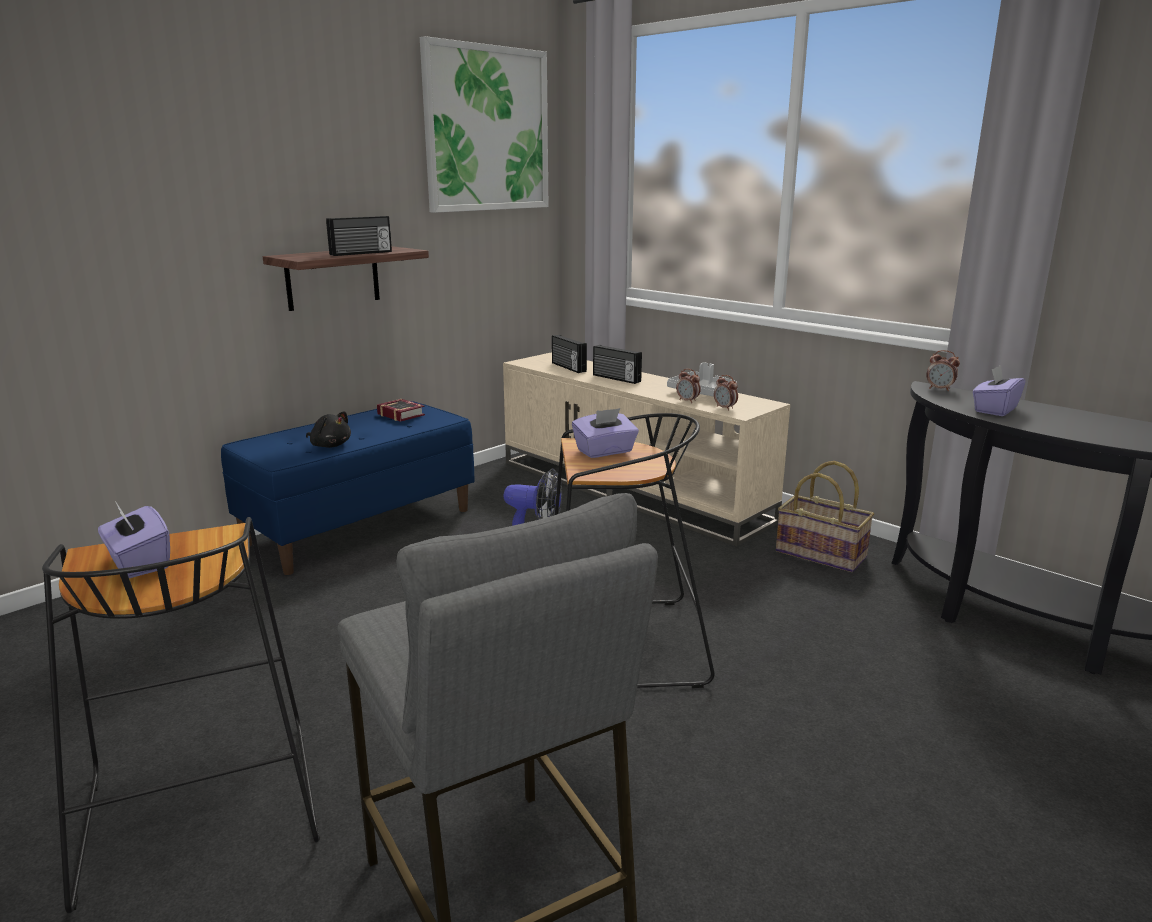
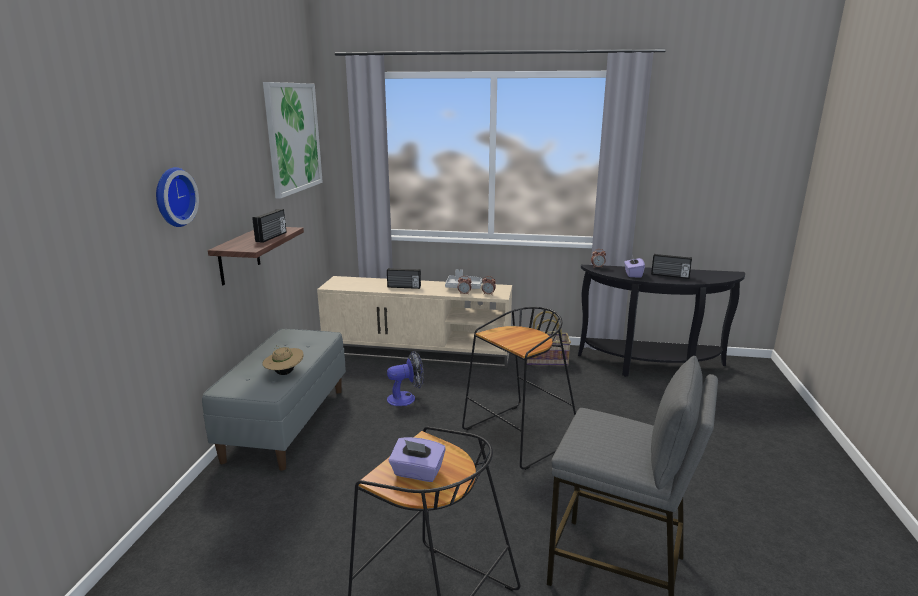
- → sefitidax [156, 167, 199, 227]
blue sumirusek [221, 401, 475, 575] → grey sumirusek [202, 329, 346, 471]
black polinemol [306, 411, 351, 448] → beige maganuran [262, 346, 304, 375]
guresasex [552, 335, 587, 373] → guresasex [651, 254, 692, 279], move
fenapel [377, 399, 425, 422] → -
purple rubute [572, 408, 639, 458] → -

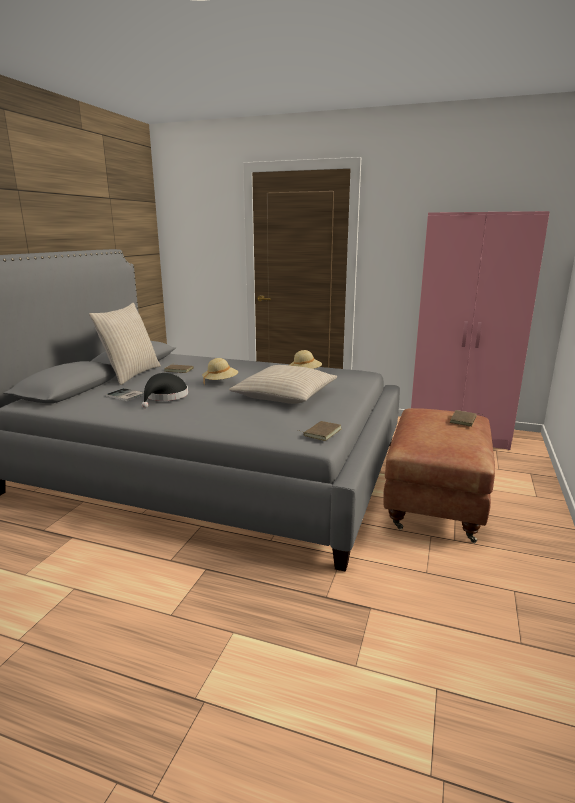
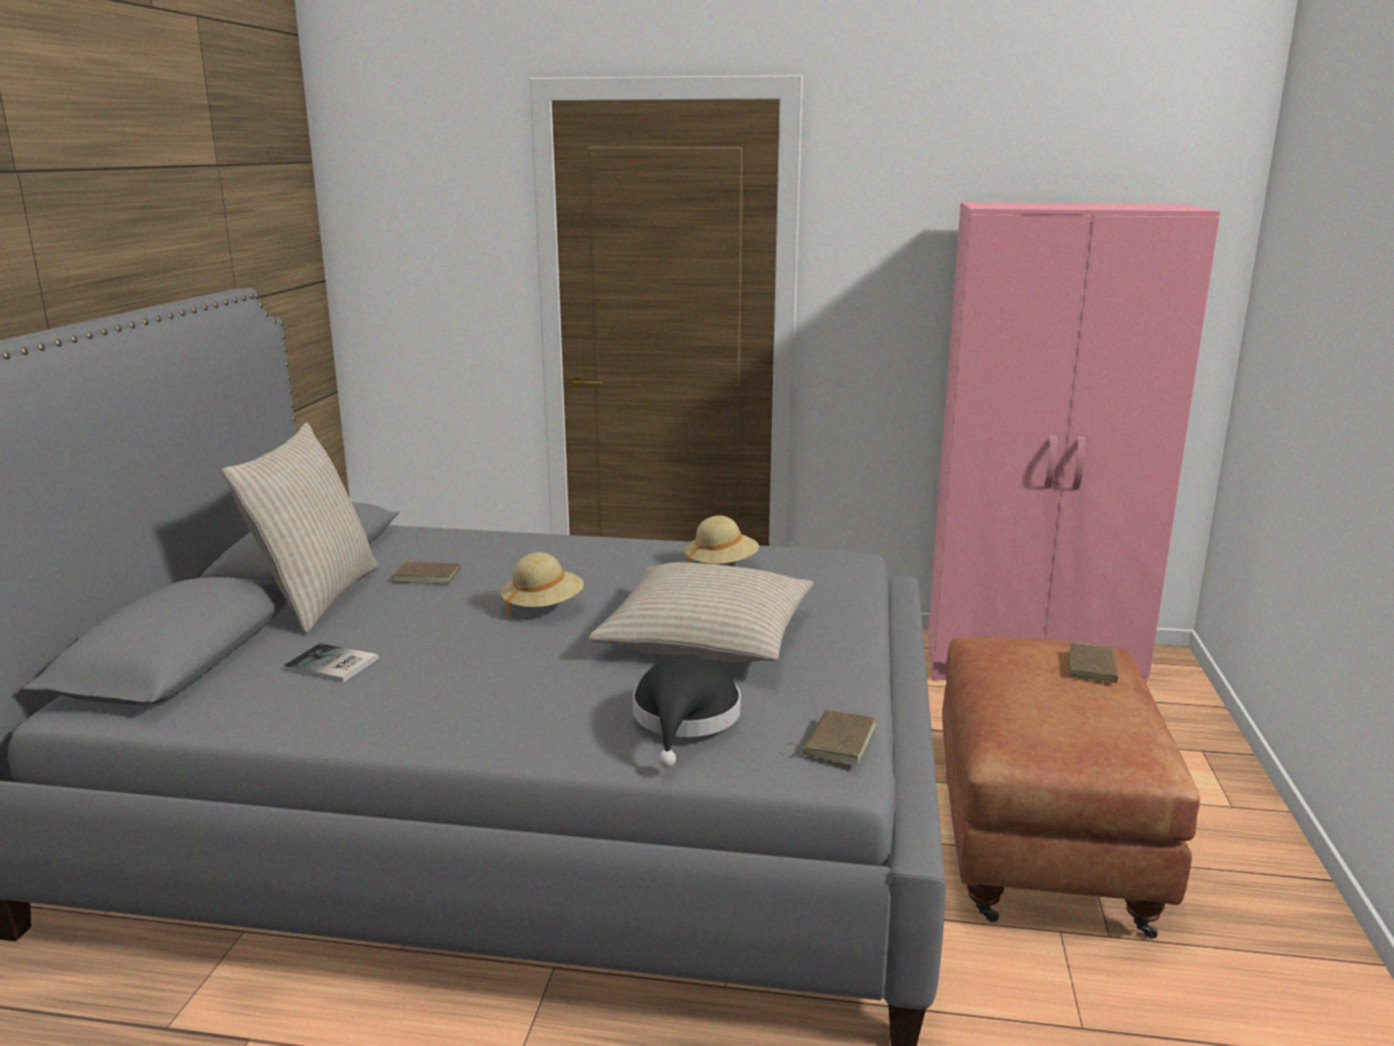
black maganuran [142, 373, 188, 408] → black maganuran [633, 655, 741, 768], move

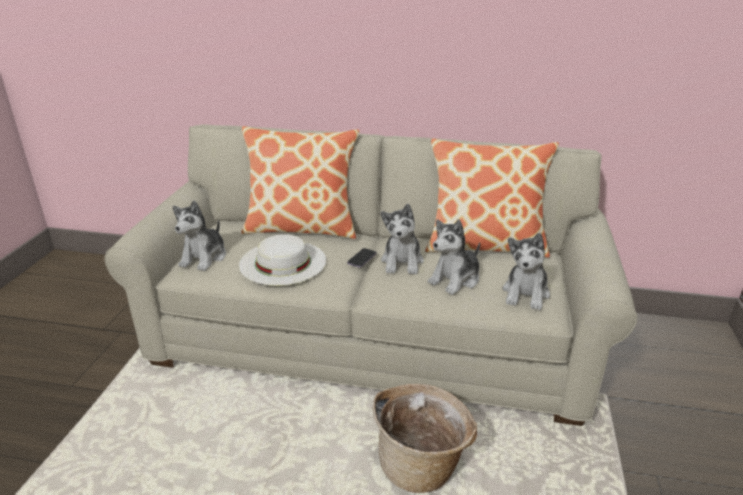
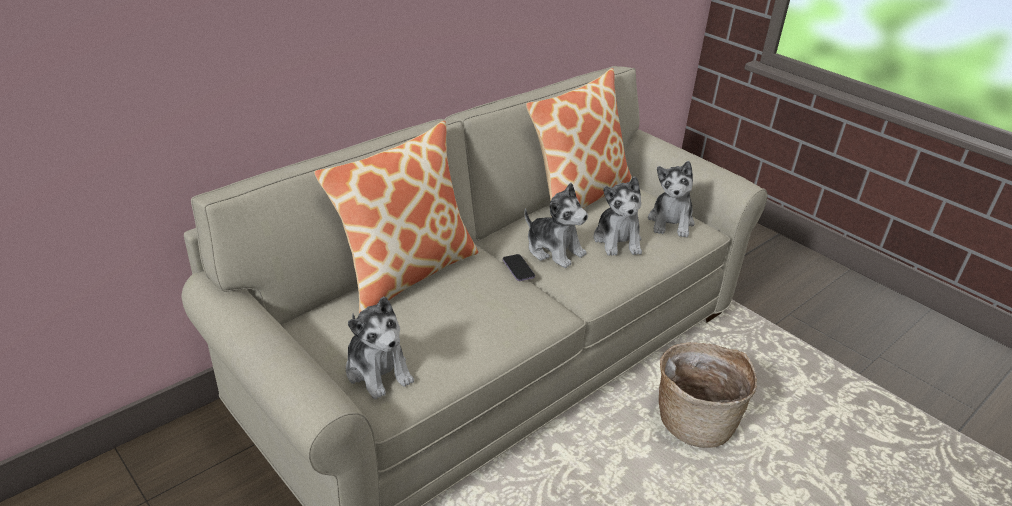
polinemol [503, 233, 550, 310] → polinemol [648, 161, 695, 238], 45 degrees clockwise
white maganuran [239, 234, 326, 286] → -

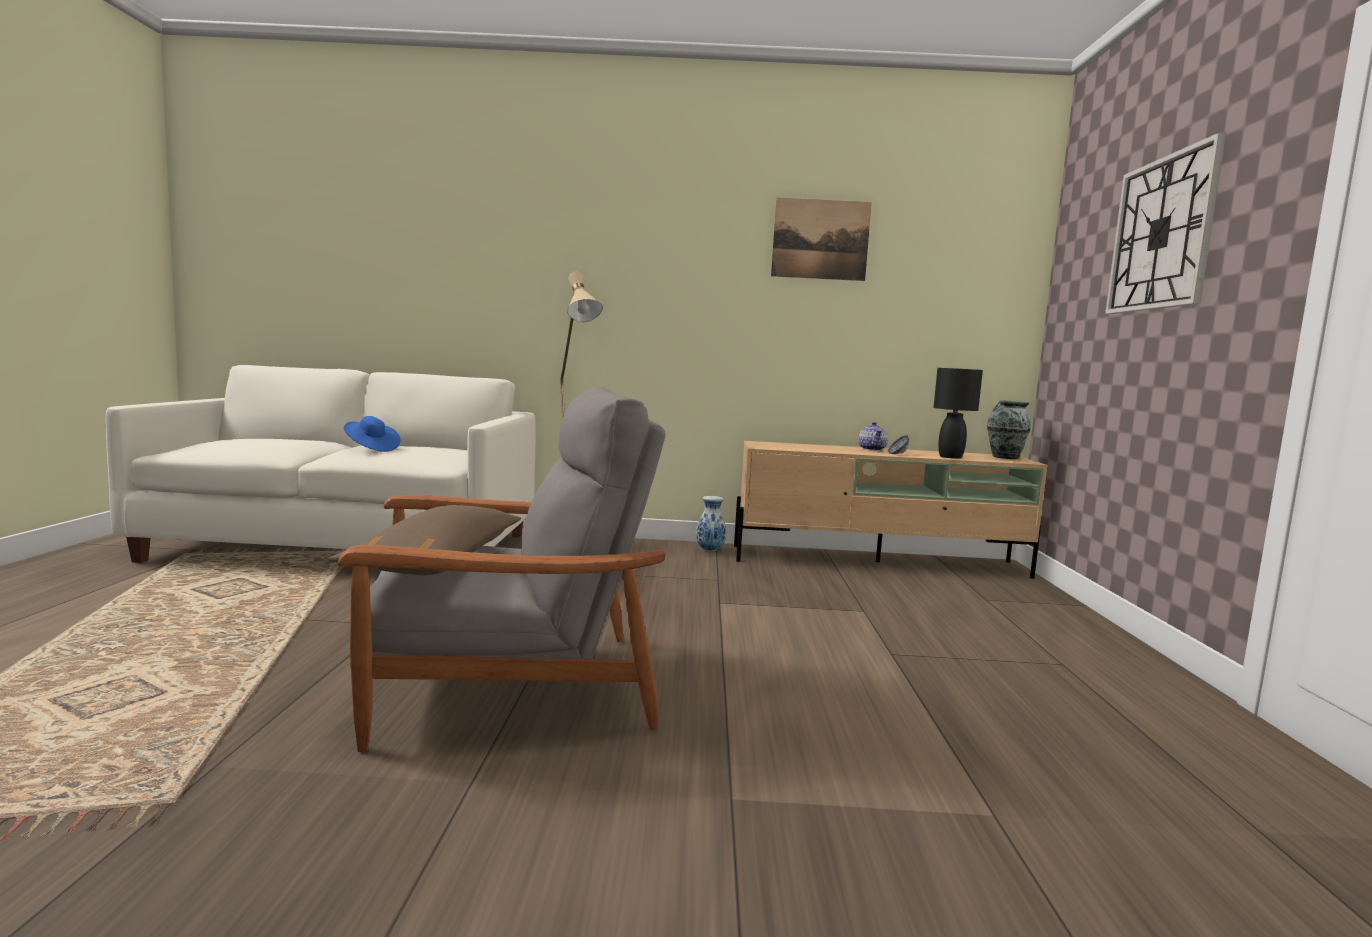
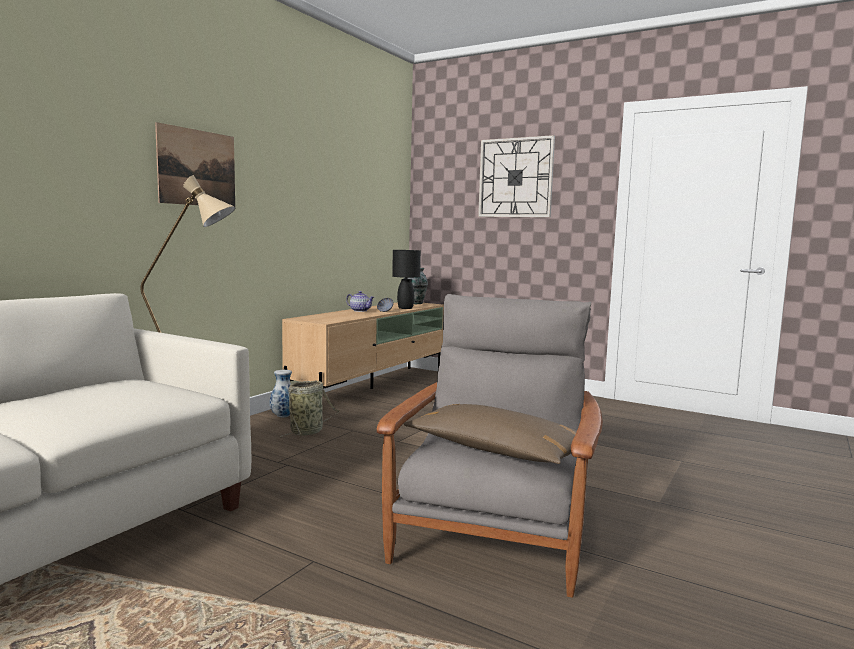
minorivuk [771, 198, 872, 281] → minorivuk [155, 122, 235, 206], move
- → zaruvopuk [280, 380, 340, 438]
blue maganuran [343, 416, 401, 452] → -

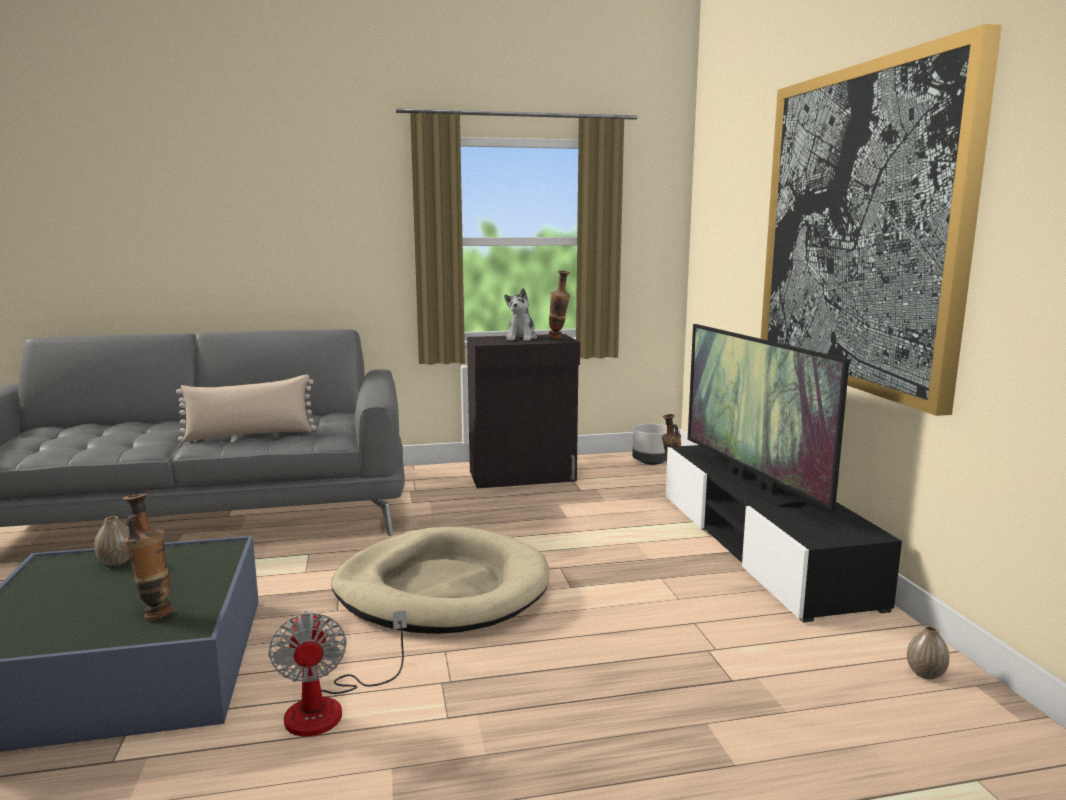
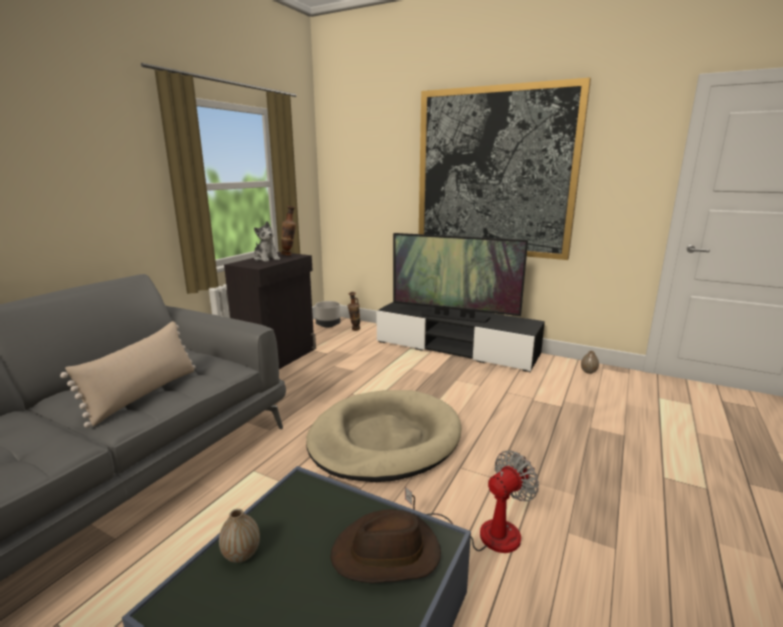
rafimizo [123, 493, 173, 620] → brown maganuran [330, 509, 441, 583]
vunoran [268, 610, 407, 736] → vunoran [405, 450, 539, 553], 60 degrees counterclockwise

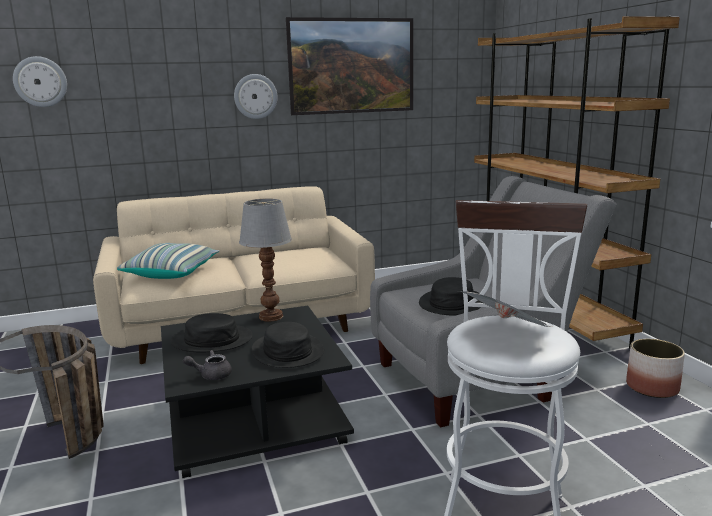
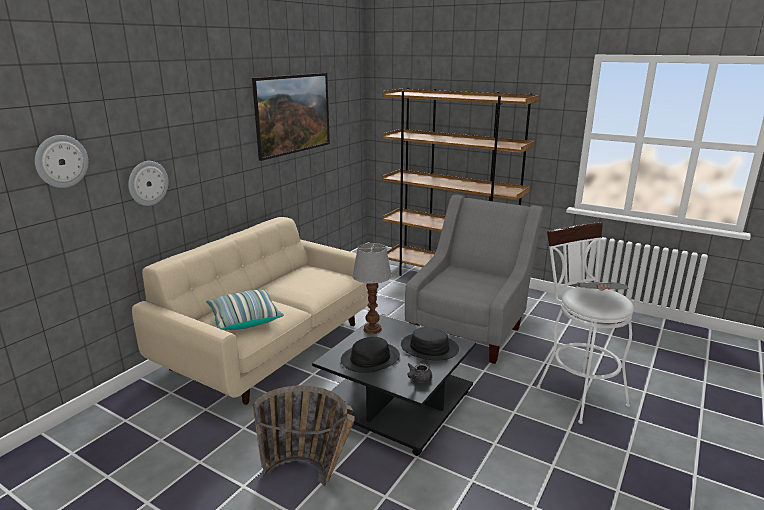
sefitidax [234, 74, 278, 119] → sefitidax [128, 161, 168, 206], move
black maganuran [419, 277, 482, 315] → -
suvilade [626, 339, 685, 398] → -

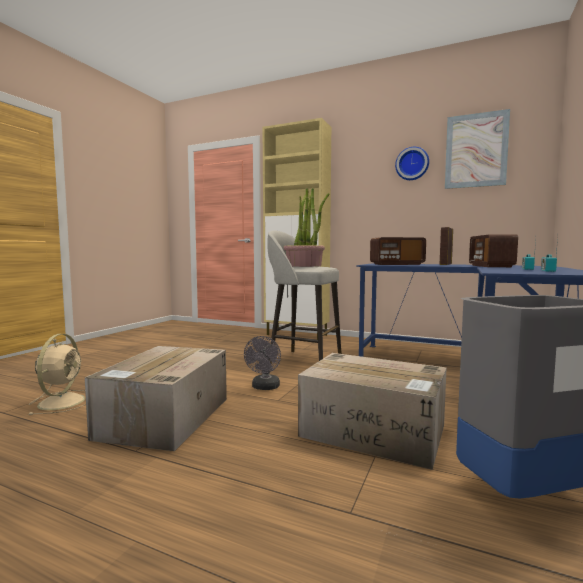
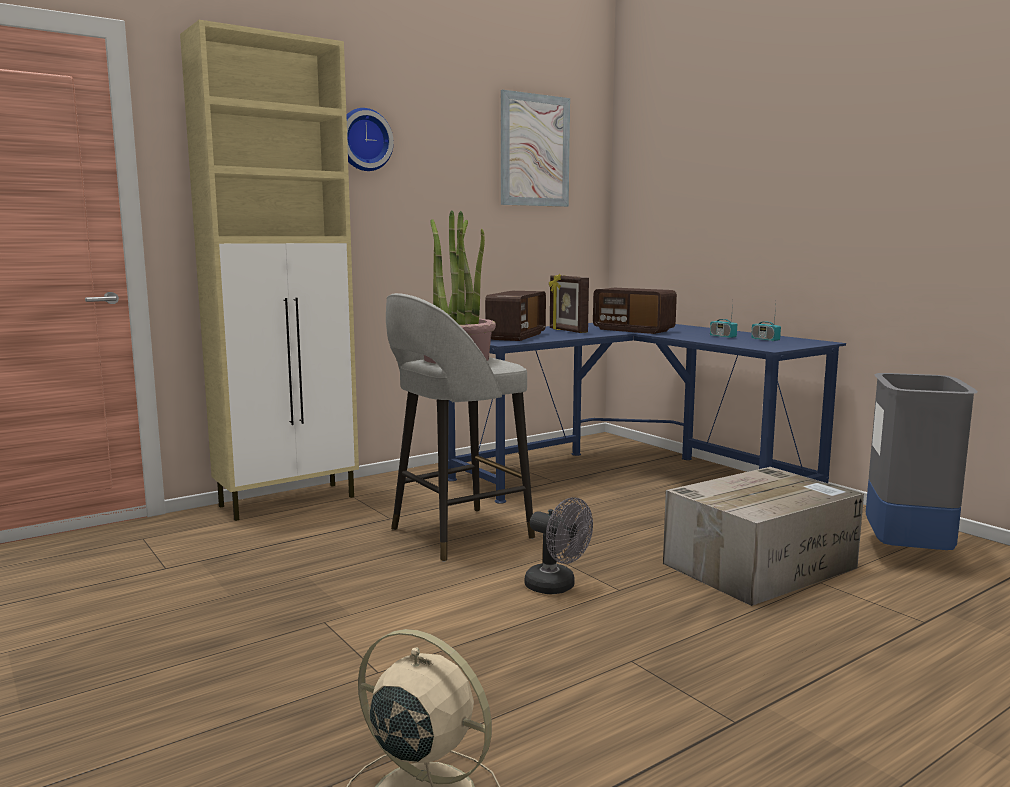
sefitidax [395, 147, 429, 180] → sefitidax [346, 108, 394, 171], move
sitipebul [85, 346, 227, 451] → -

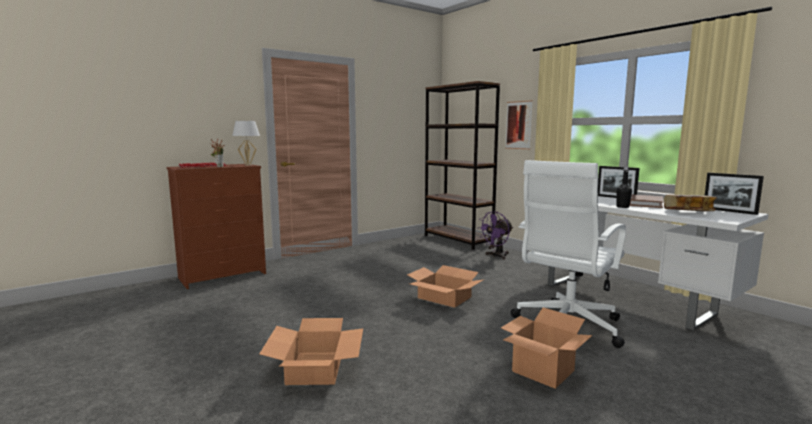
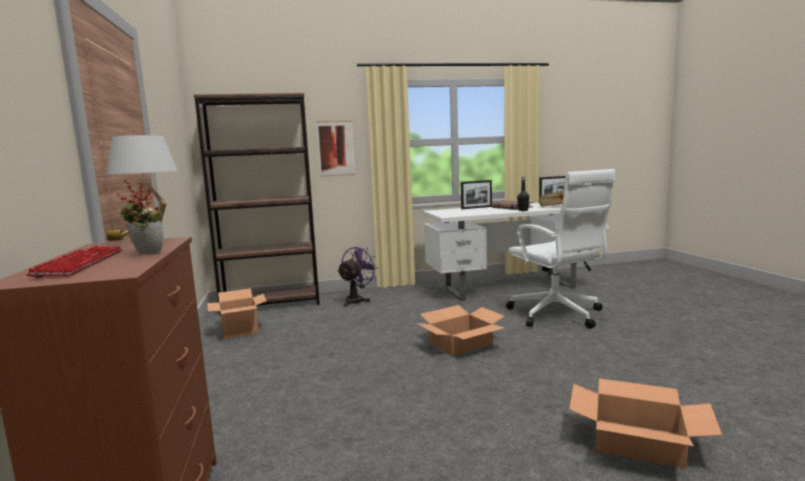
sitipebul [501, 308, 593, 389] → sitipebul [207, 288, 267, 339], move
purple vunoran [478, 211, 513, 259] → purple vunoran [338, 246, 379, 307], 135 degrees counterclockwise

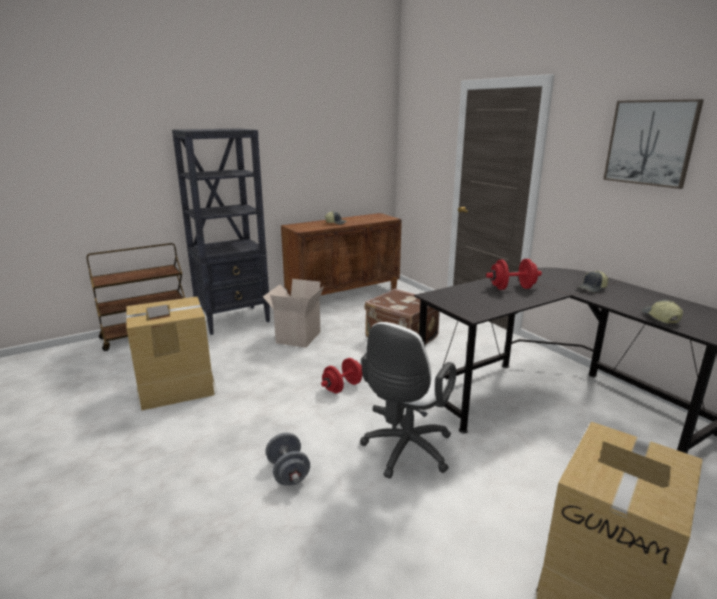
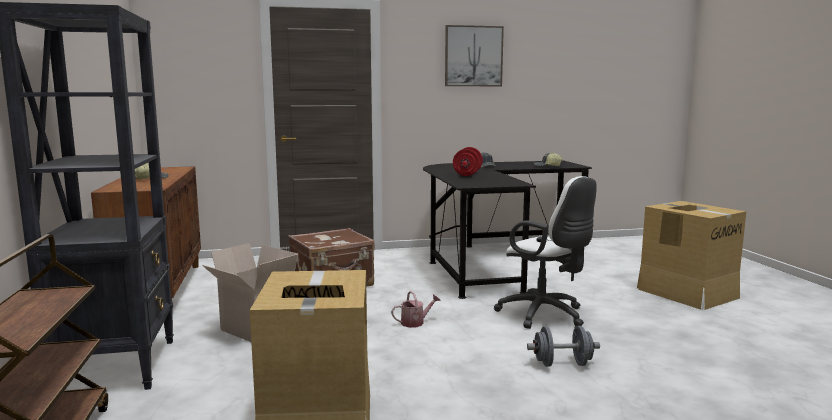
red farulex [321, 358, 362, 393] → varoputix [391, 291, 441, 328]

